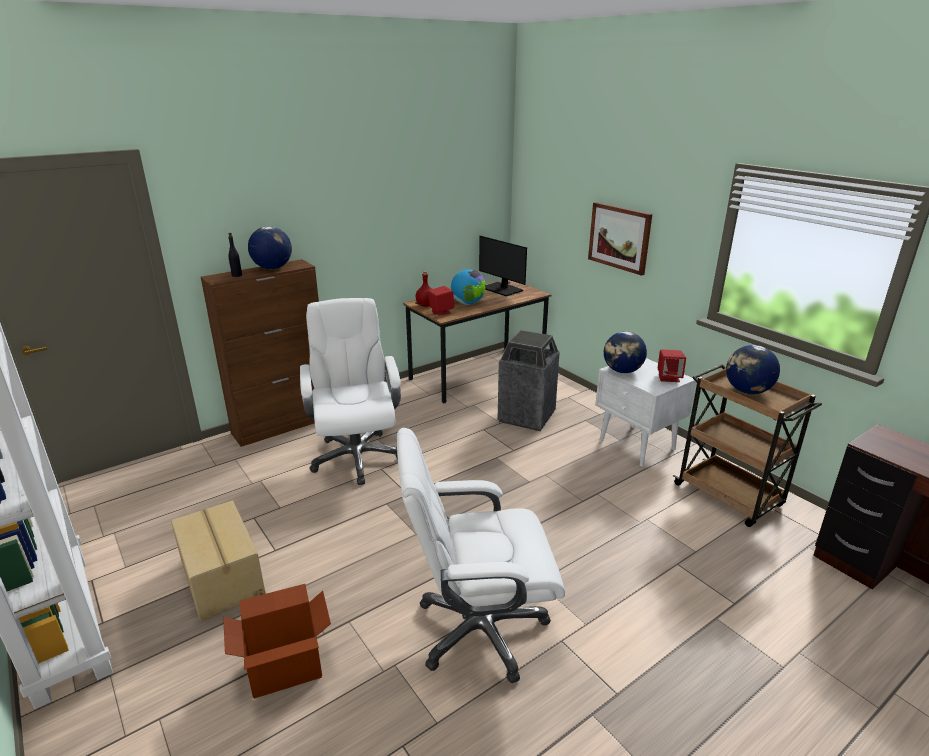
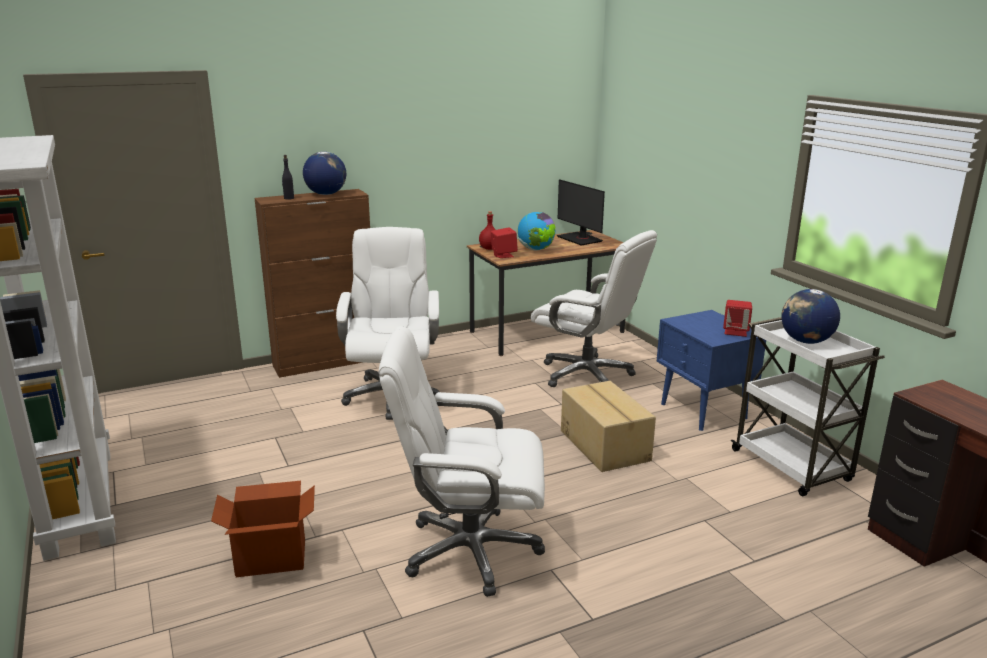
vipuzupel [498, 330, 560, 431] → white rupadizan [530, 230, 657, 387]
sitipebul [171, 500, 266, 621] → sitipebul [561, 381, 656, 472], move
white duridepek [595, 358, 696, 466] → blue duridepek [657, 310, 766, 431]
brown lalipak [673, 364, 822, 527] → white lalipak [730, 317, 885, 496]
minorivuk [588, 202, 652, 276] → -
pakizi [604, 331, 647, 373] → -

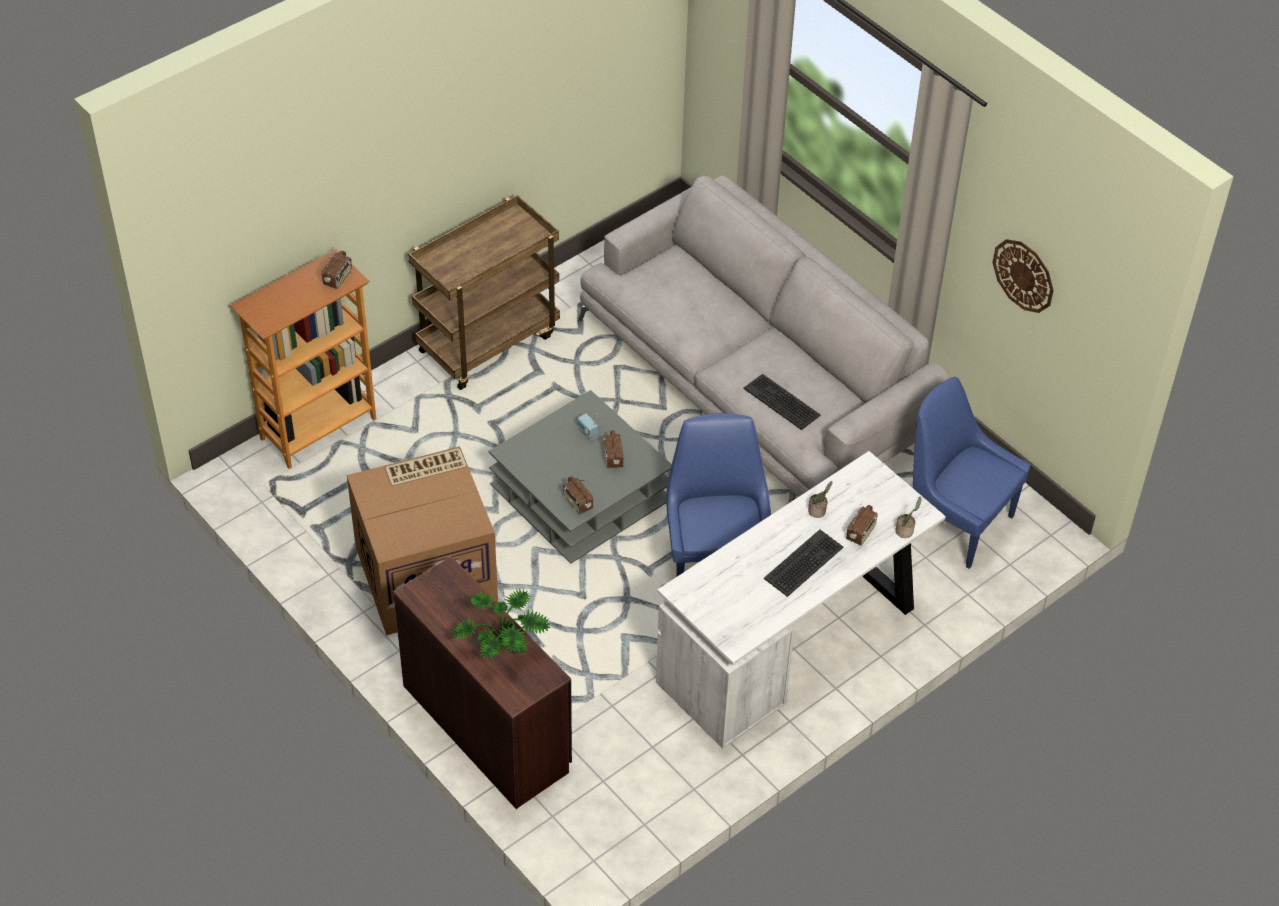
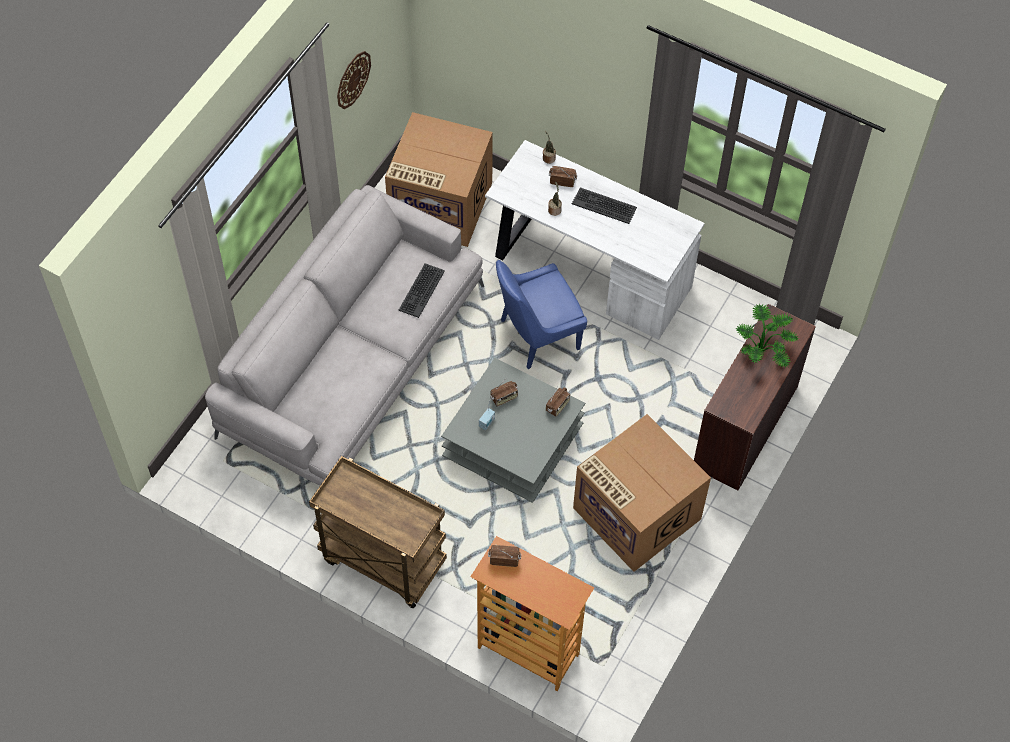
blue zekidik [913, 377, 1030, 569] → sitipebul [385, 112, 493, 247]

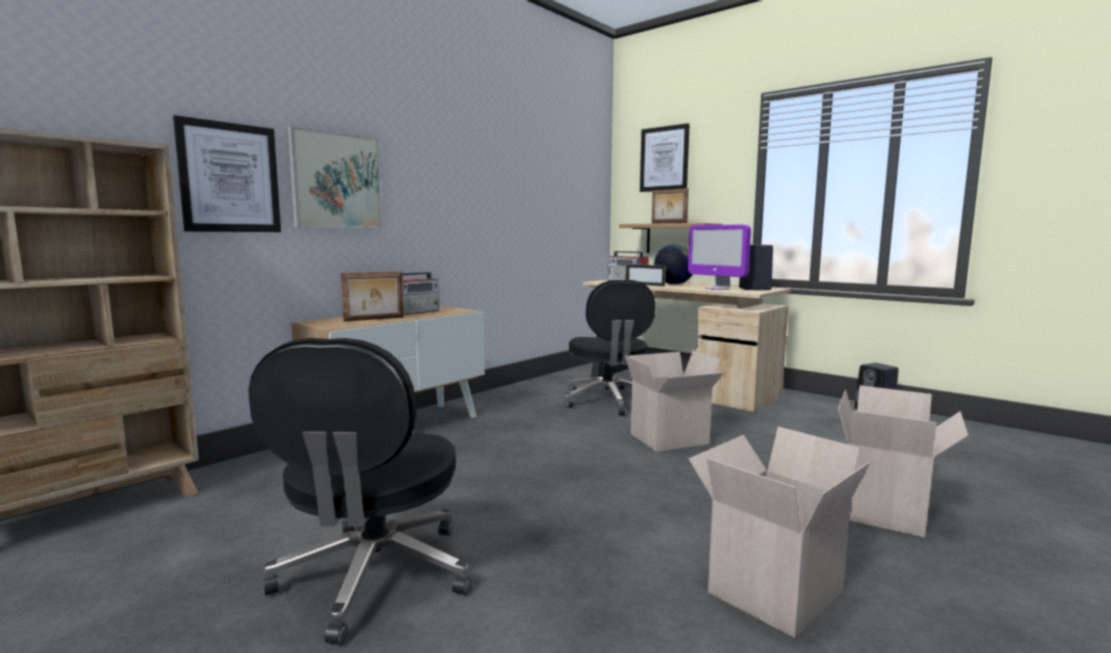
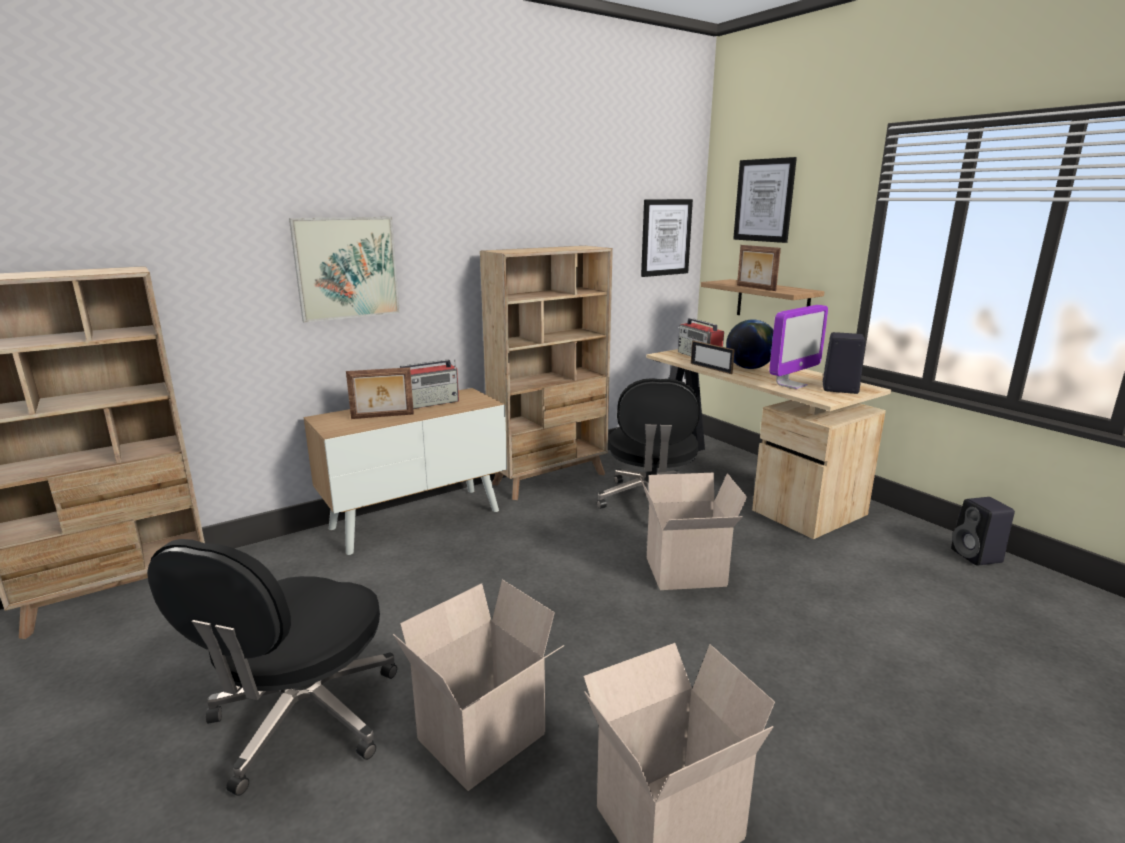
sitipebul [838, 385, 968, 537] → sitipebul [393, 580, 564, 791], move
- → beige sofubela [480, 246, 613, 500]
minorivuk [173, 115, 281, 232] → minorivuk [641, 199, 693, 277], move
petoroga [688, 225, 751, 290] → petoroga [769, 305, 828, 389], 105 degrees counterclockwise

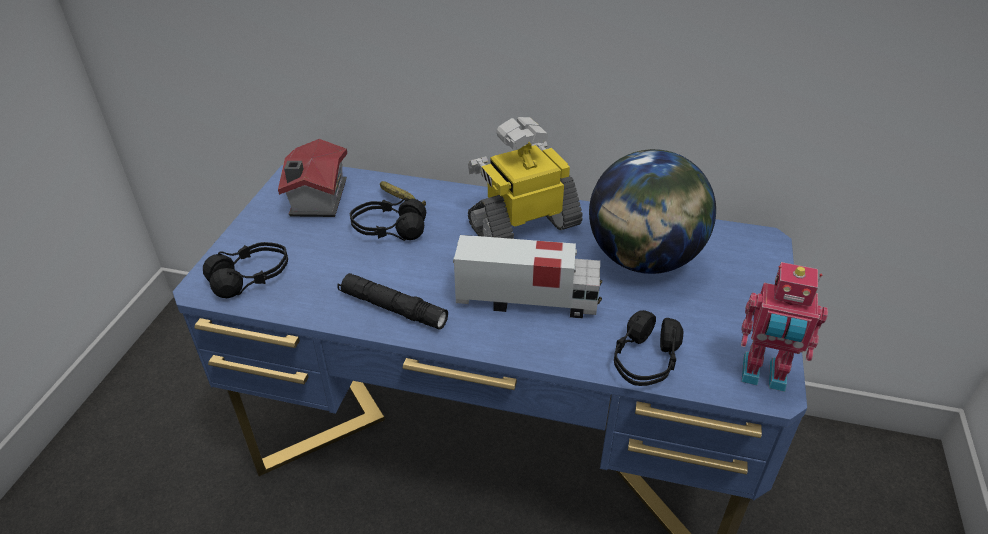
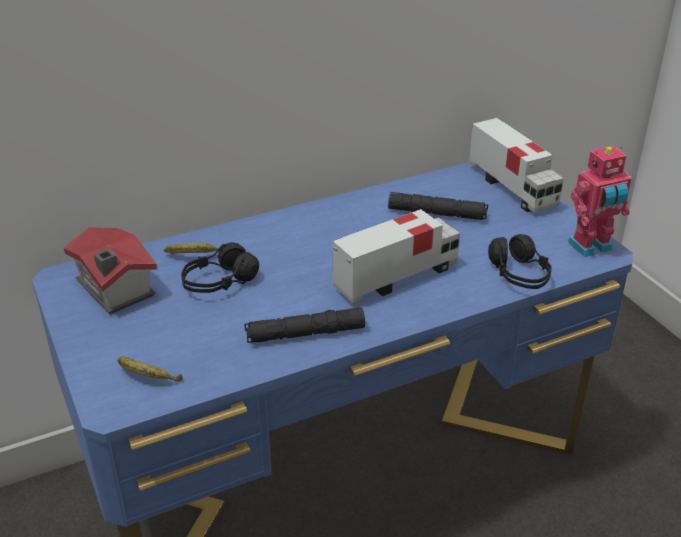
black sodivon [203, 242, 288, 298] → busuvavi [117, 357, 183, 381]
pakizi [589, 149, 716, 274] → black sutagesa [388, 192, 488, 220]
- → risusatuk [469, 118, 564, 213]
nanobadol [468, 117, 583, 239] → -

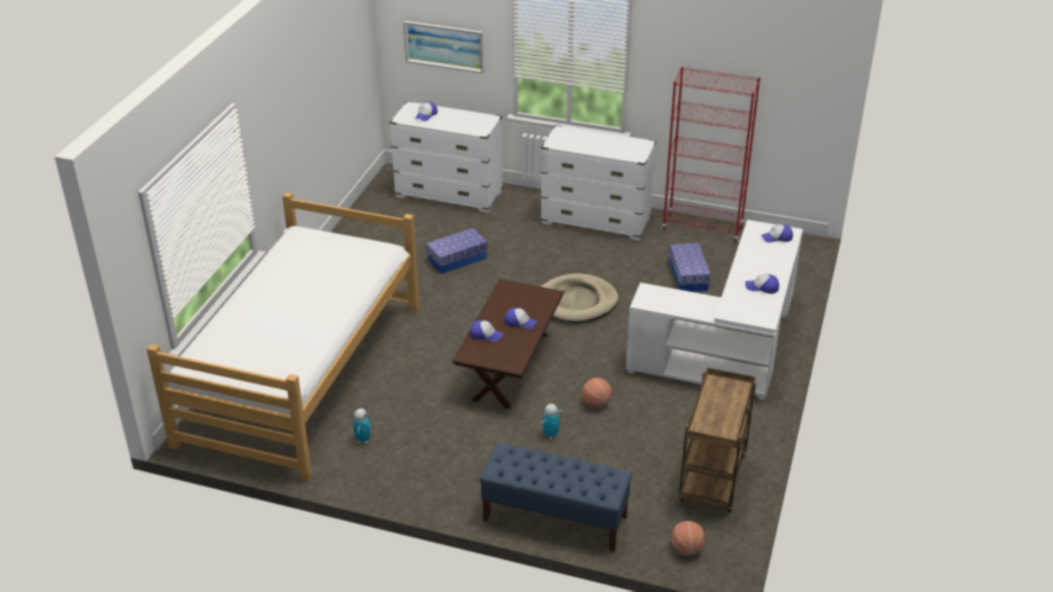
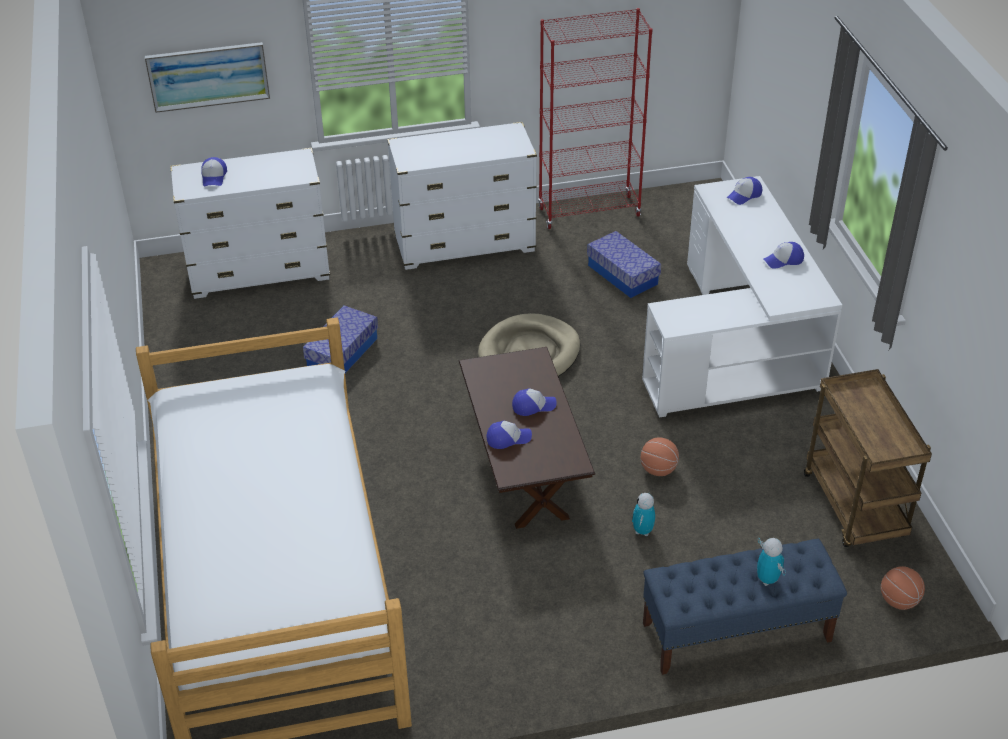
nanobadol [354, 408, 371, 443] → nanobadol [757, 537, 786, 586], move

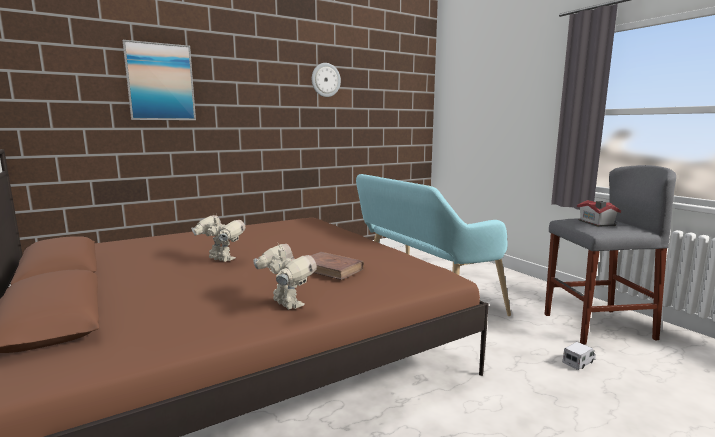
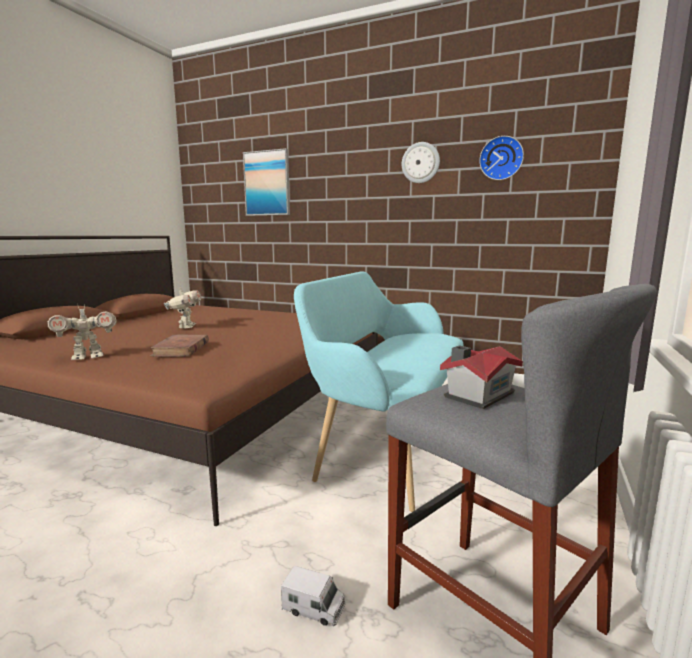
nanobadol [253, 244, 317, 310] → nanobadol [48, 303, 117, 360], 45 degrees clockwise
- → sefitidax [479, 136, 524, 180]

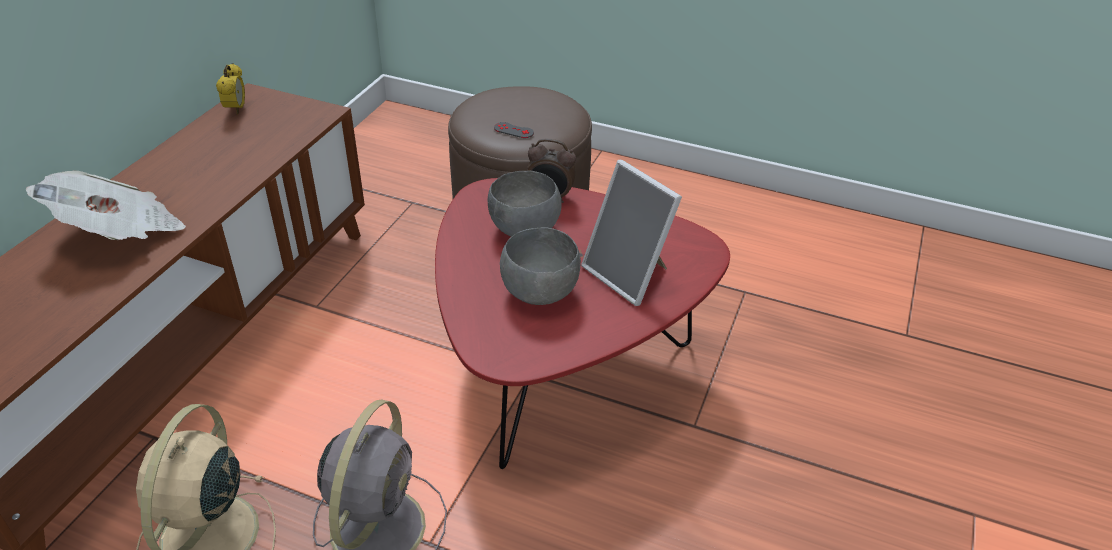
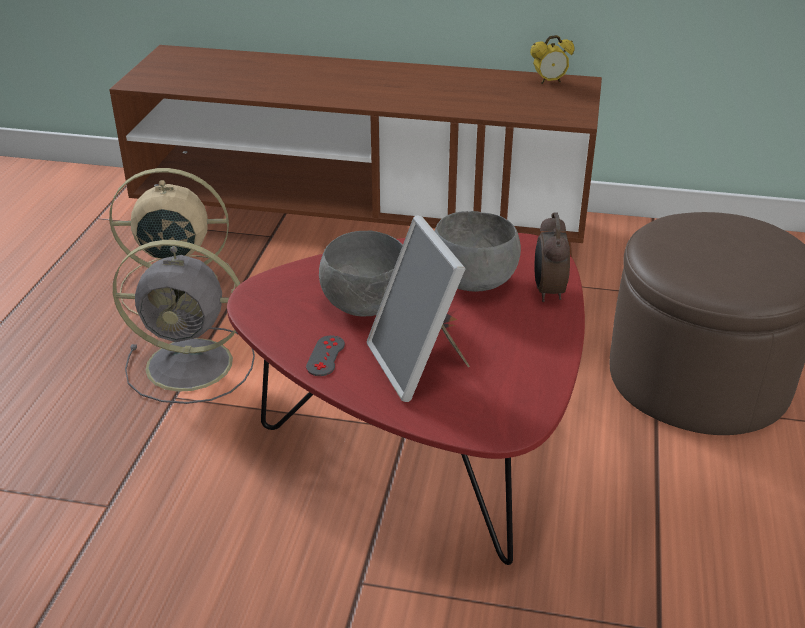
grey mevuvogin [494, 122, 534, 138] → grey mevuvogin [306, 335, 345, 376], move
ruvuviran [581, 160, 682, 306] → ruvuviran [367, 216, 470, 402], 60 degrees counterclockwise
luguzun [26, 171, 186, 241] → -

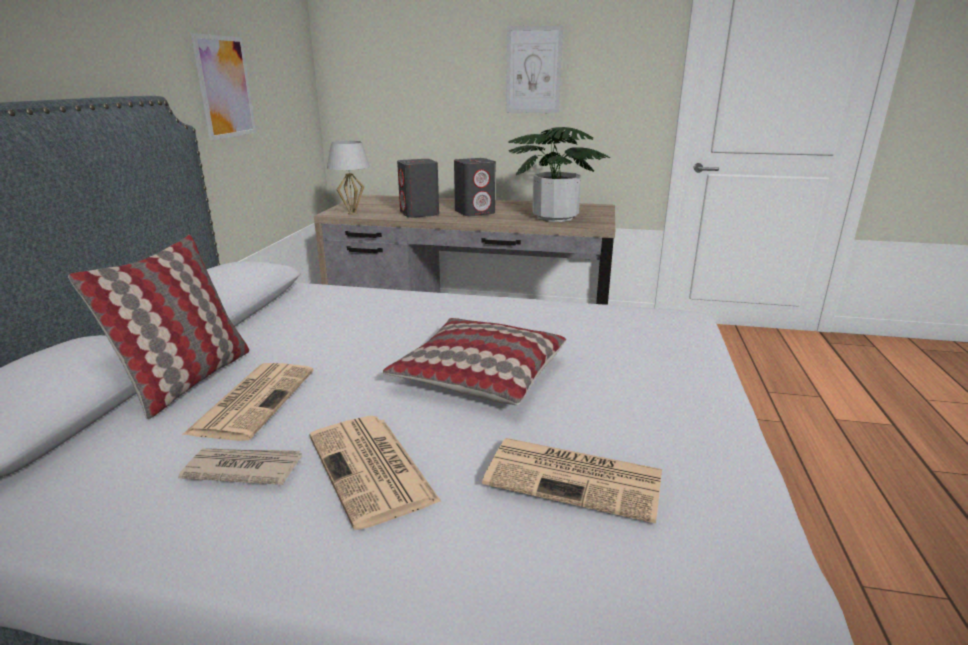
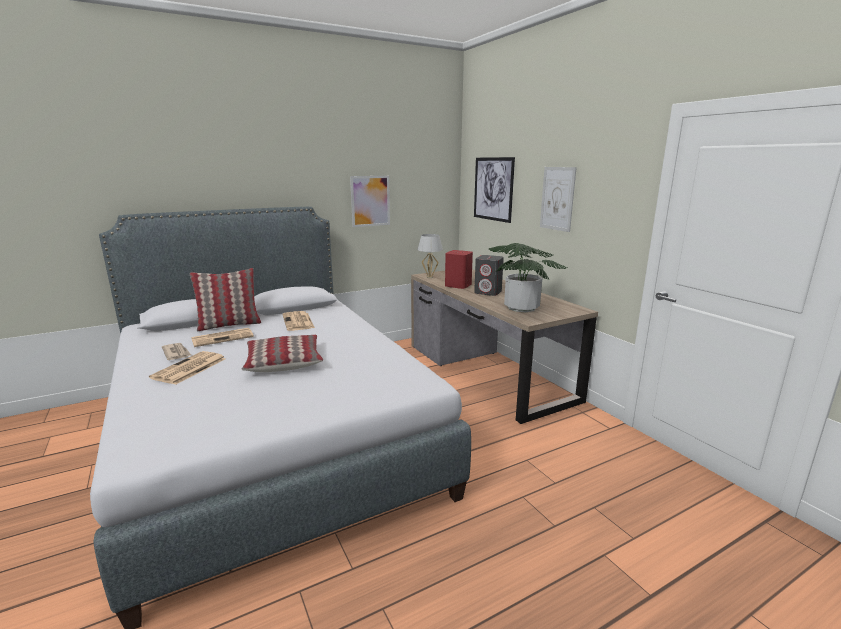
luguzun [482, 438, 662, 523] → luguzun [282, 311, 315, 331], move
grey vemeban [397, 159, 439, 218] → red vemeban [445, 250, 473, 289]
- → minorivuk [474, 157, 515, 223]

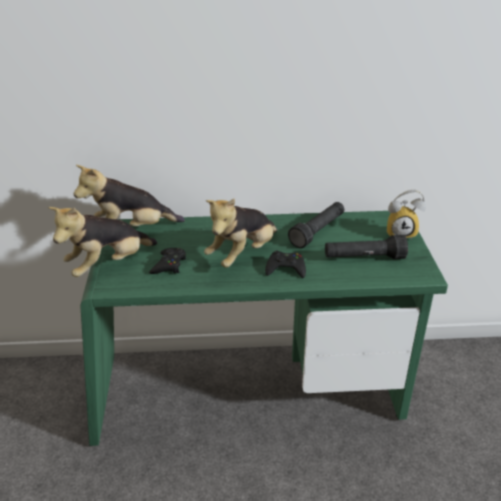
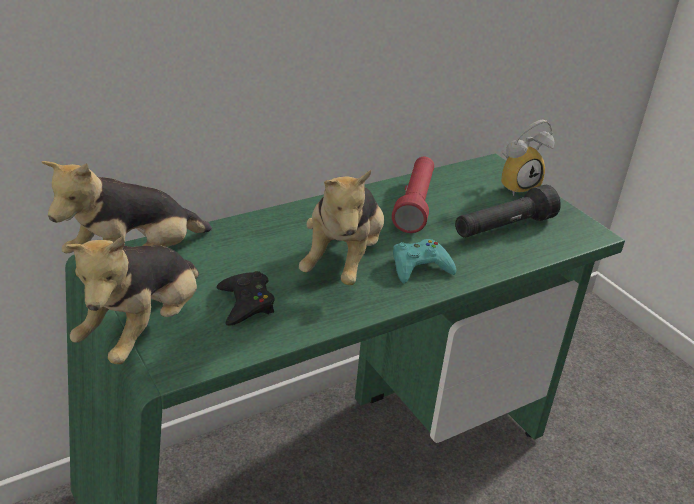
black sutagesa [288, 202, 344, 248] → red sutagesa [392, 157, 434, 233]
black mevuvogin [265, 251, 306, 278] → turquoise mevuvogin [393, 239, 456, 284]

